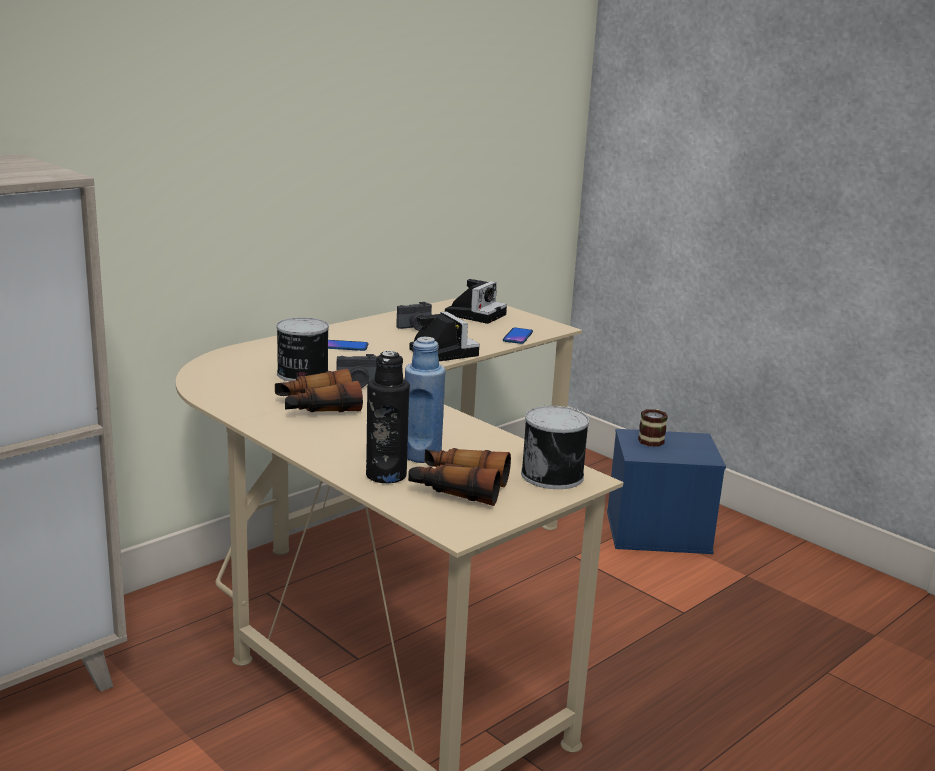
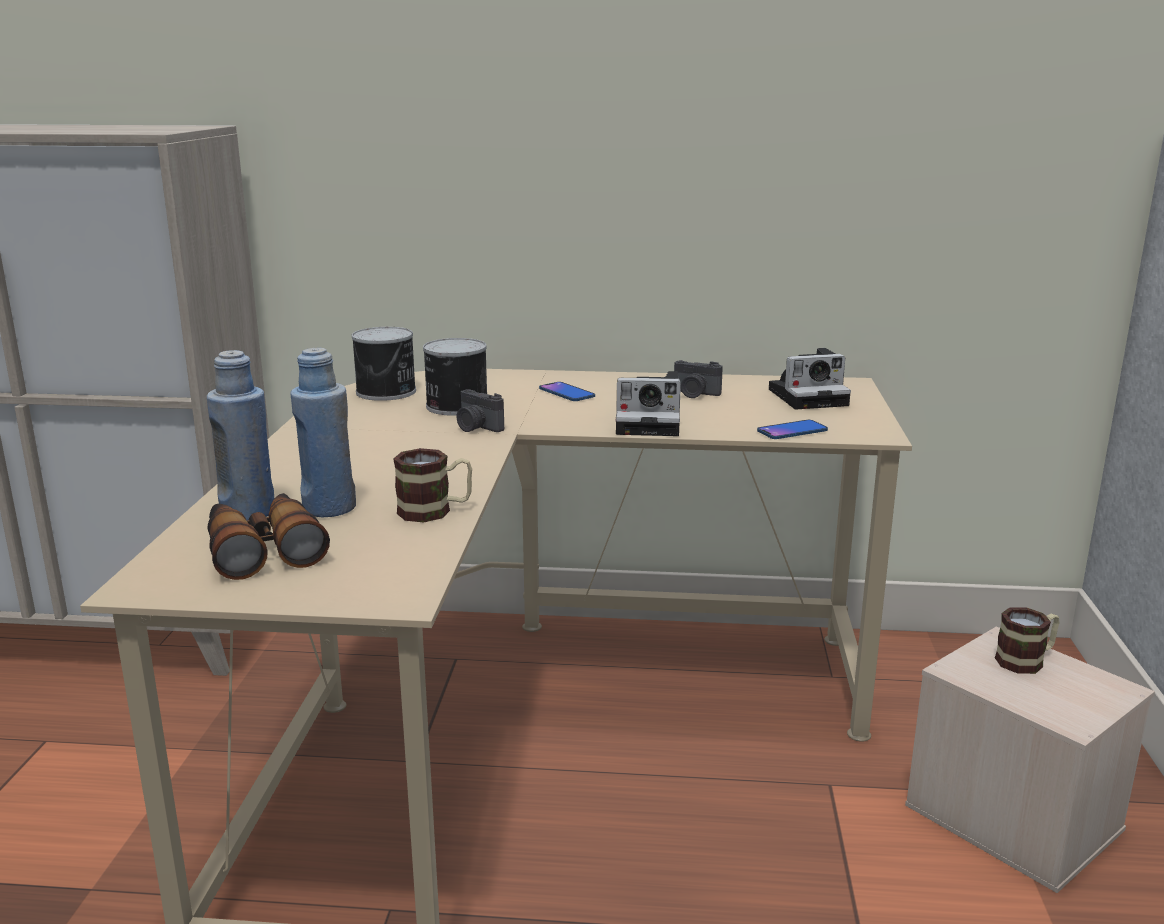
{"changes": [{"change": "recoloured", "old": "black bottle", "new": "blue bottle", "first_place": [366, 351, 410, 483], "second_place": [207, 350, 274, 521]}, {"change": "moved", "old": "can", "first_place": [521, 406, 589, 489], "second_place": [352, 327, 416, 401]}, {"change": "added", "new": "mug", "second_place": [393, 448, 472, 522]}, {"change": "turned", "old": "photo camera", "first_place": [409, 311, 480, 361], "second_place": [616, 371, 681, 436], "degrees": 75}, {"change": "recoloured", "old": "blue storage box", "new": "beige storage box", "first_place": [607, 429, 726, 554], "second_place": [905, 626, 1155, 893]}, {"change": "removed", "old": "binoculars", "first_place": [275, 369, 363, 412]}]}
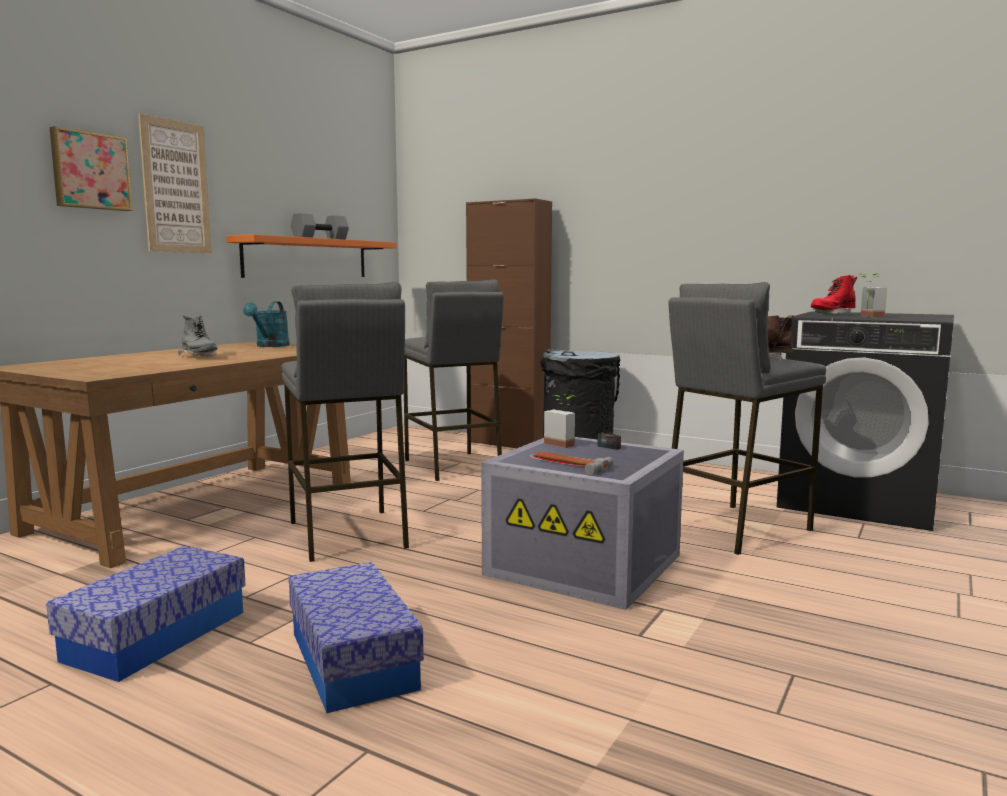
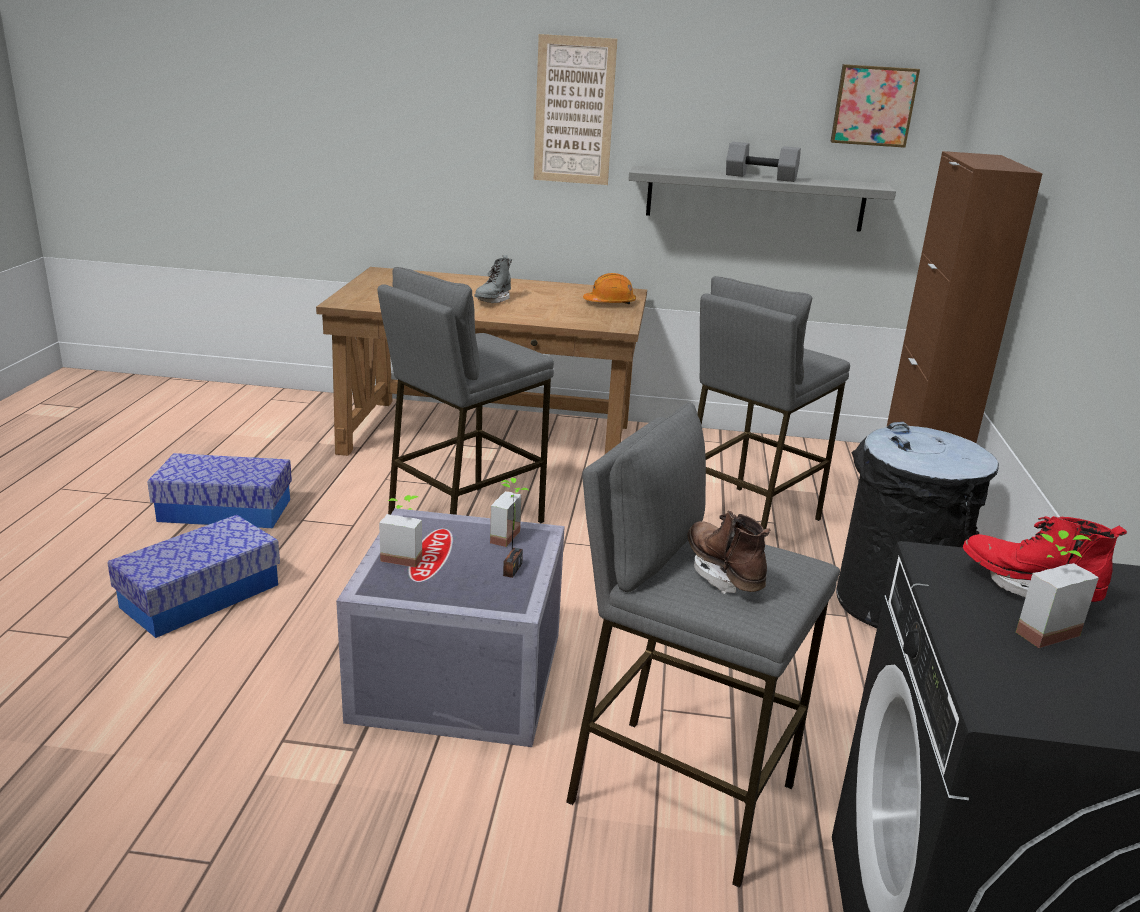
{"changes": [{"change": "replaced", "old": "hammer", "new": "potted plant", "first_place": [535, 451, 613, 476], "second_place": [379, 495, 422, 568]}, {"change": "replaced", "old": "turquoise watering can", "new": "orange hard hat", "first_place": [243, 301, 290, 347], "second_place": [583, 273, 636, 304]}, {"change": "recoloured", "old": "orange shelf", "new": "grey shelf", "first_place": [226, 234, 396, 278], "second_place": [628, 166, 896, 232]}, {"change": "moved", "old": "picture", "first_place": [50, 126, 132, 211], "second_place": [831, 64, 920, 148]}]}
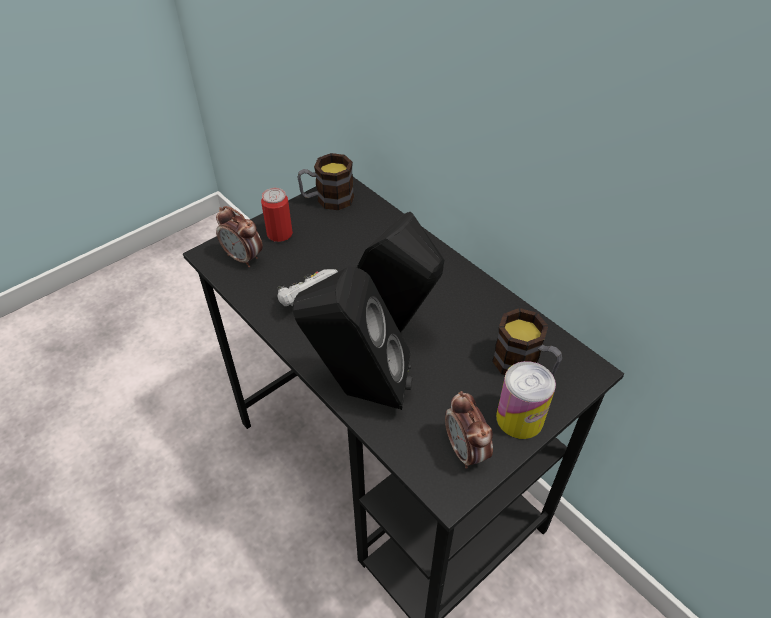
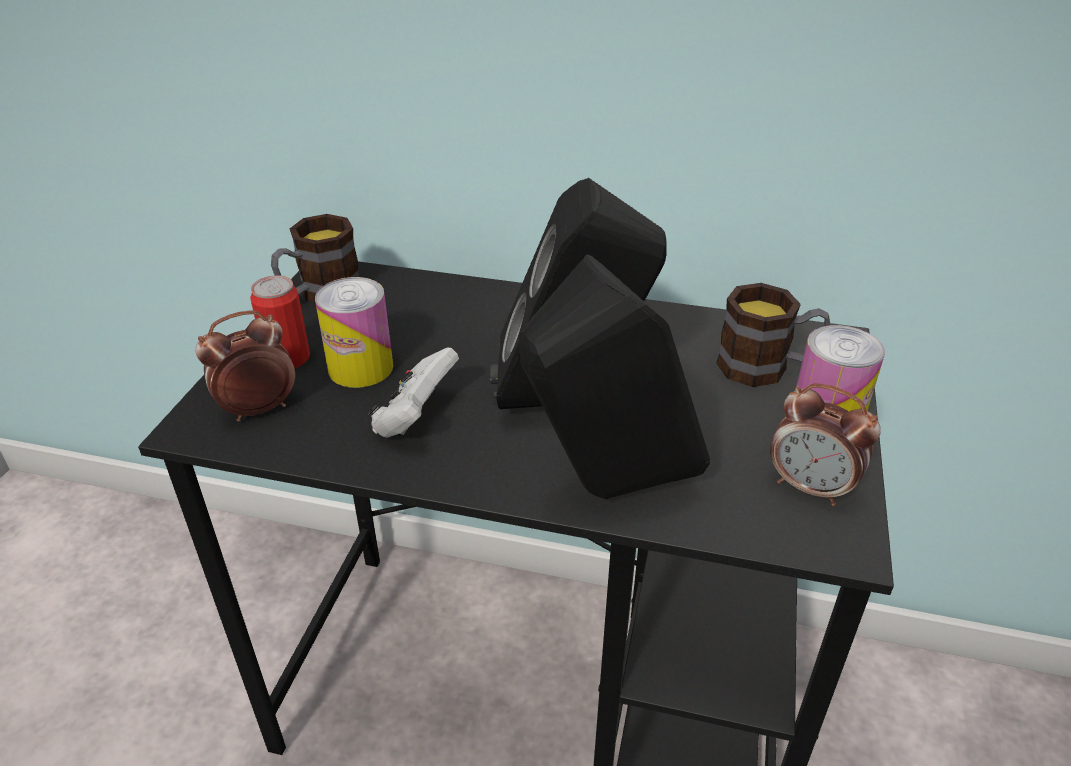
{"changes": [{"change": "turned", "old": "alarm clock", "first_place": [216, 206, 263, 267], "second_place": [195, 311, 295, 422], "degrees": 150}, {"change": "added", "new": "can", "second_place": [315, 277, 393, 388]}]}
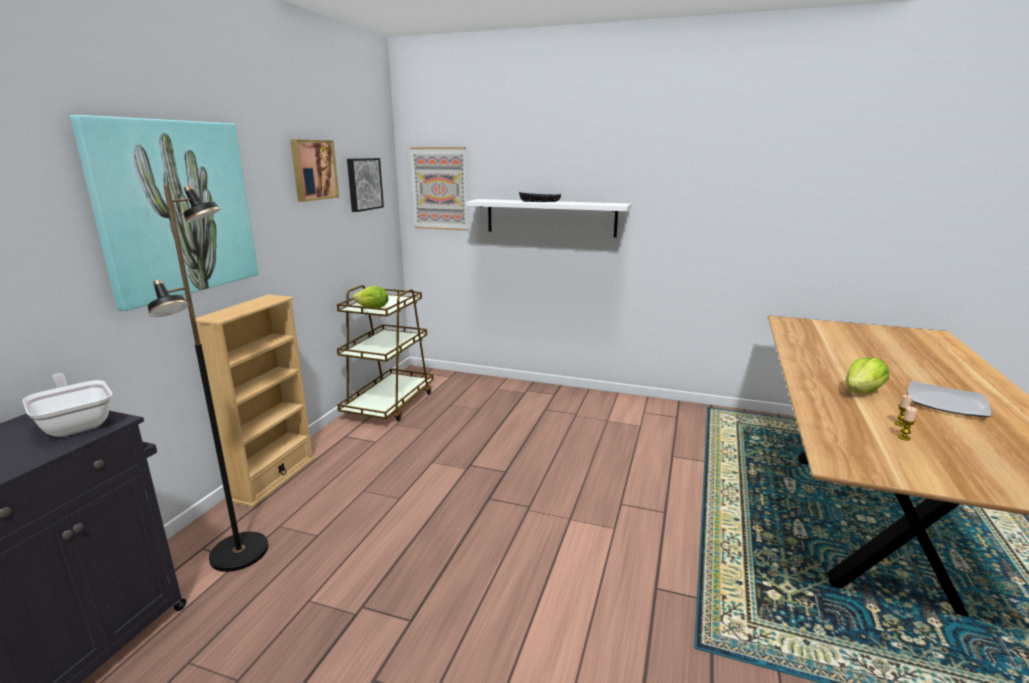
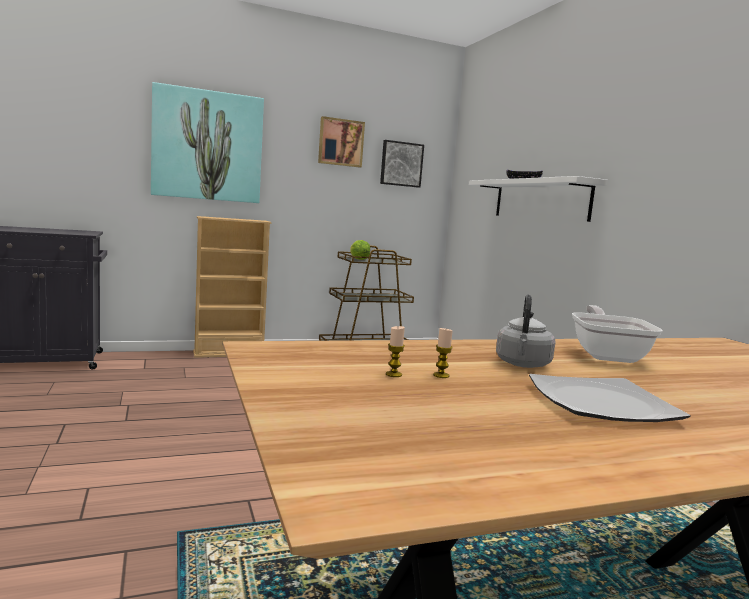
{"changes": [{"change": "replaced", "old": "lettuce", "new": "grey kettle", "first_place": [845, 357, 889, 394], "second_place": [496, 295, 555, 368]}, {"change": "moved", "old": "frying pan", "first_place": [23, 373, 112, 437], "second_place": [572, 305, 663, 363]}, {"change": "removed", "old": "black floor lamp", "first_place": [148, 185, 269, 572]}, {"change": "removed", "old": "picture", "first_place": [410, 147, 468, 231]}]}
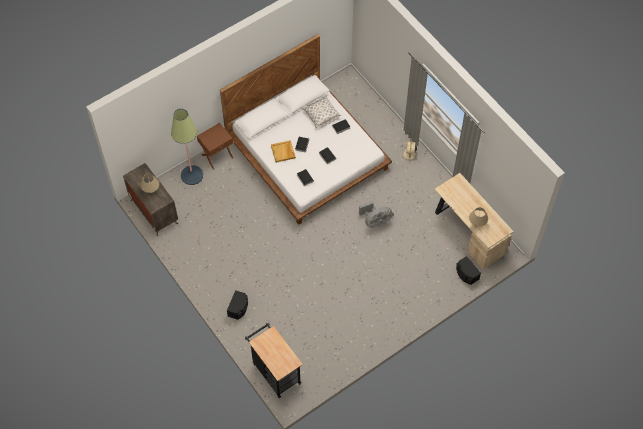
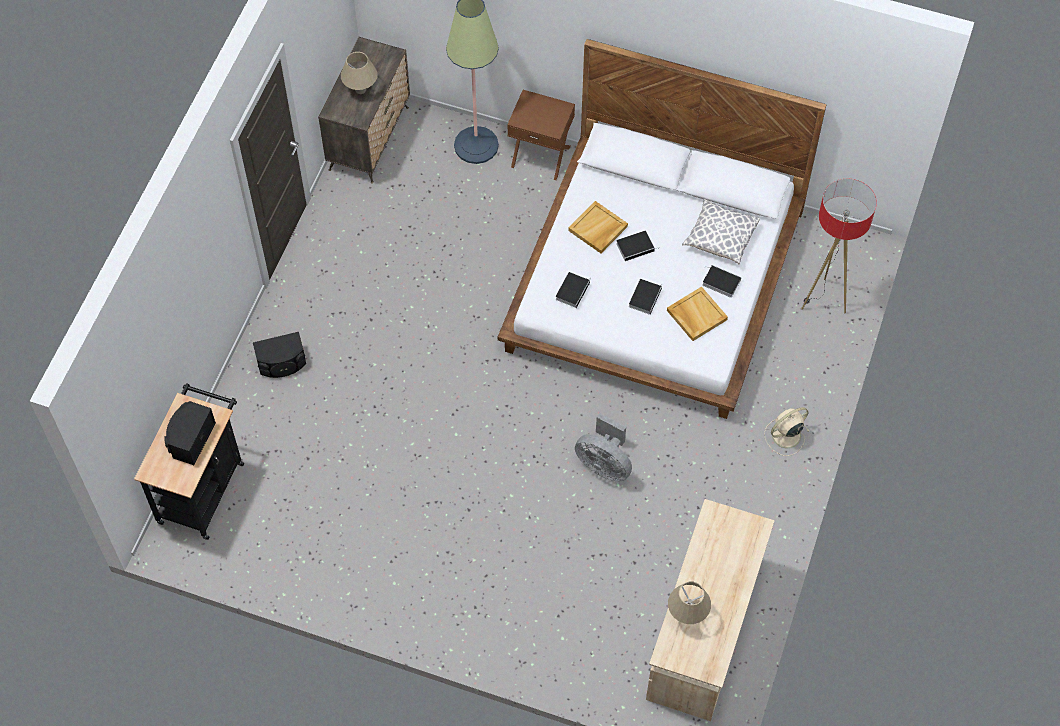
{"changes": [{"change": "moved", "old": "black speaker", "first_place": [456, 256, 481, 285], "second_place": [164, 401, 216, 465]}, {"change": "added", "new": "beige tray", "second_place": [667, 287, 728, 341]}, {"change": "added", "new": "floor lamp", "second_place": [801, 179, 877, 314]}]}
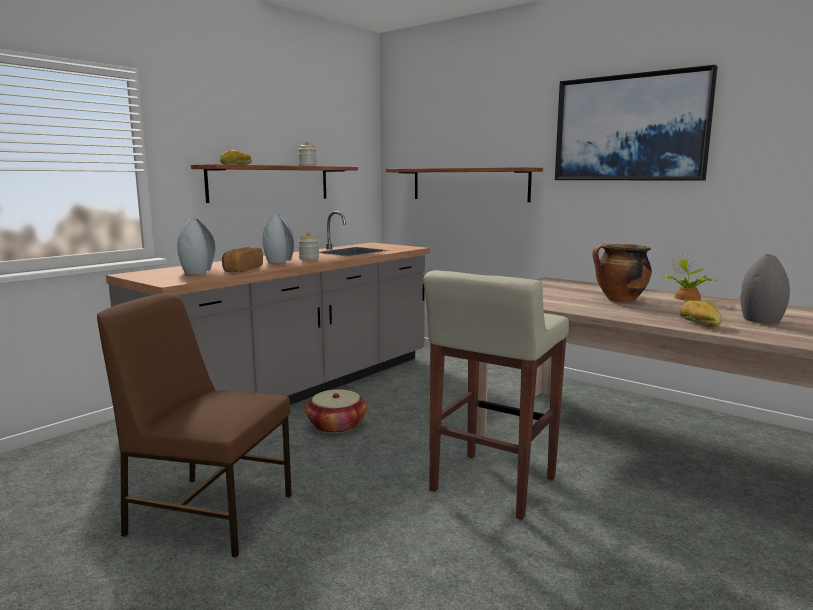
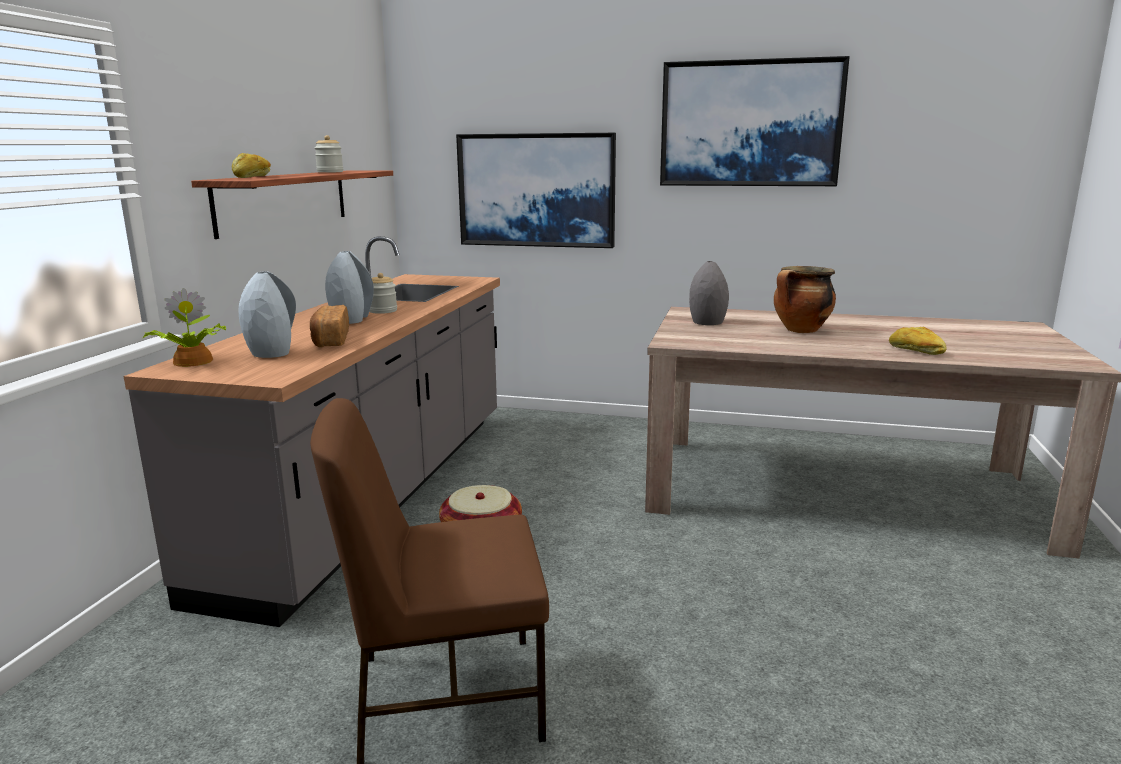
{"changes": [{"change": "moved", "old": "potted plant", "first_place": [664, 250, 716, 301], "second_place": [143, 288, 226, 367]}, {"change": "replaced", "old": "shelf", "new": "picture", "first_place": [386, 167, 543, 202], "second_place": [456, 133, 616, 248]}, {"change": "moved", "old": "grey vase", "first_place": [740, 254, 790, 324], "second_place": [689, 261, 729, 325]}, {"change": "removed", "old": "beige stool", "first_place": [423, 270, 569, 520]}]}
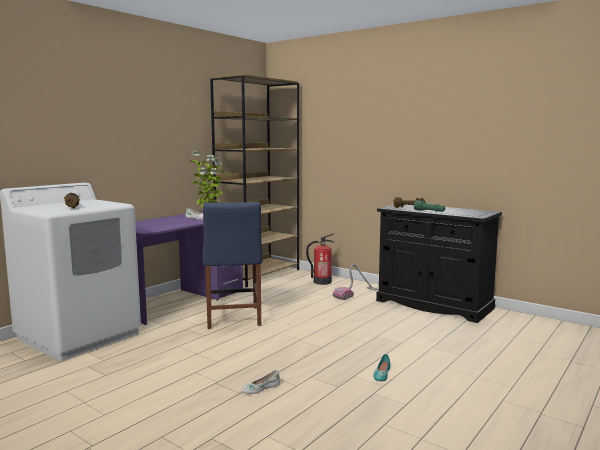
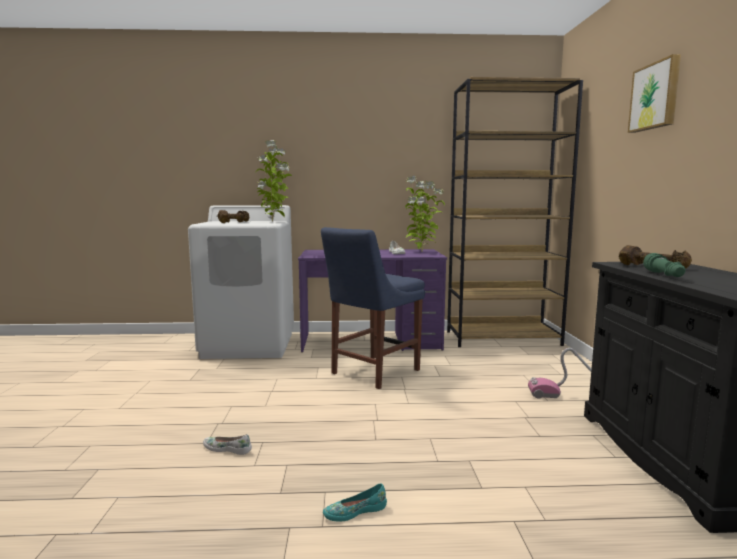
{"changes": [{"change": "added", "new": "potted plant", "second_place": [255, 140, 292, 222]}, {"change": "added", "new": "picture", "second_place": [628, 54, 681, 133]}, {"change": "removed", "old": "fire extinguisher", "first_place": [306, 234, 334, 285]}]}
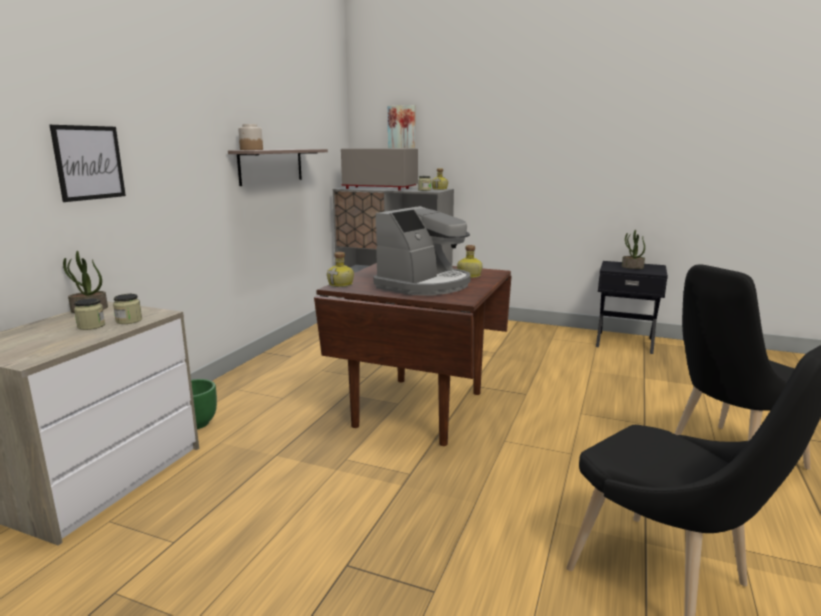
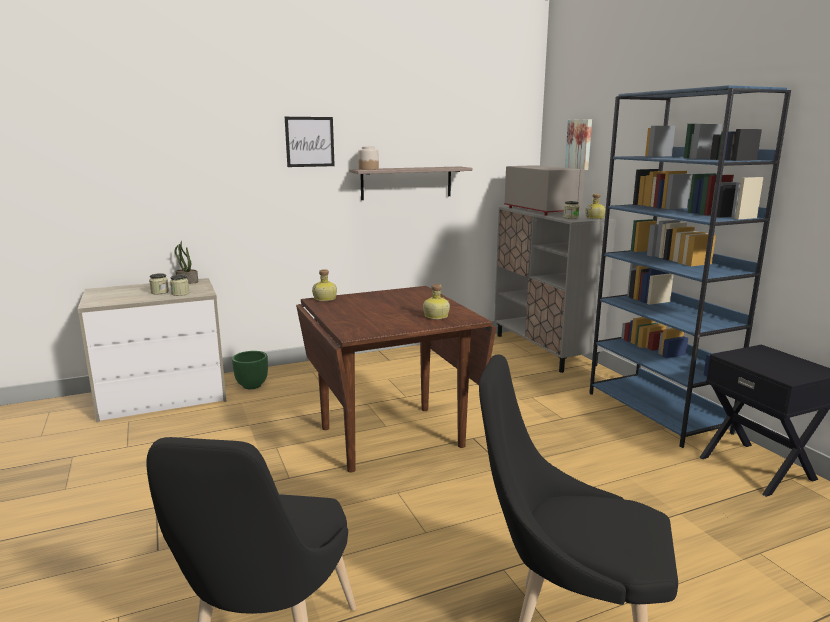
{"changes": [{"change": "moved", "old": "picture", "first_place": [50, 125, 126, 202], "second_place": [285, 117, 335, 167]}, {"change": "added", "new": "blue bookcase", "second_place": [589, 85, 791, 448]}, {"change": "removed", "old": "coffee machine", "first_place": [373, 206, 471, 296]}, {"change": "removed", "old": "potted plant", "first_place": [622, 229, 645, 269]}]}
